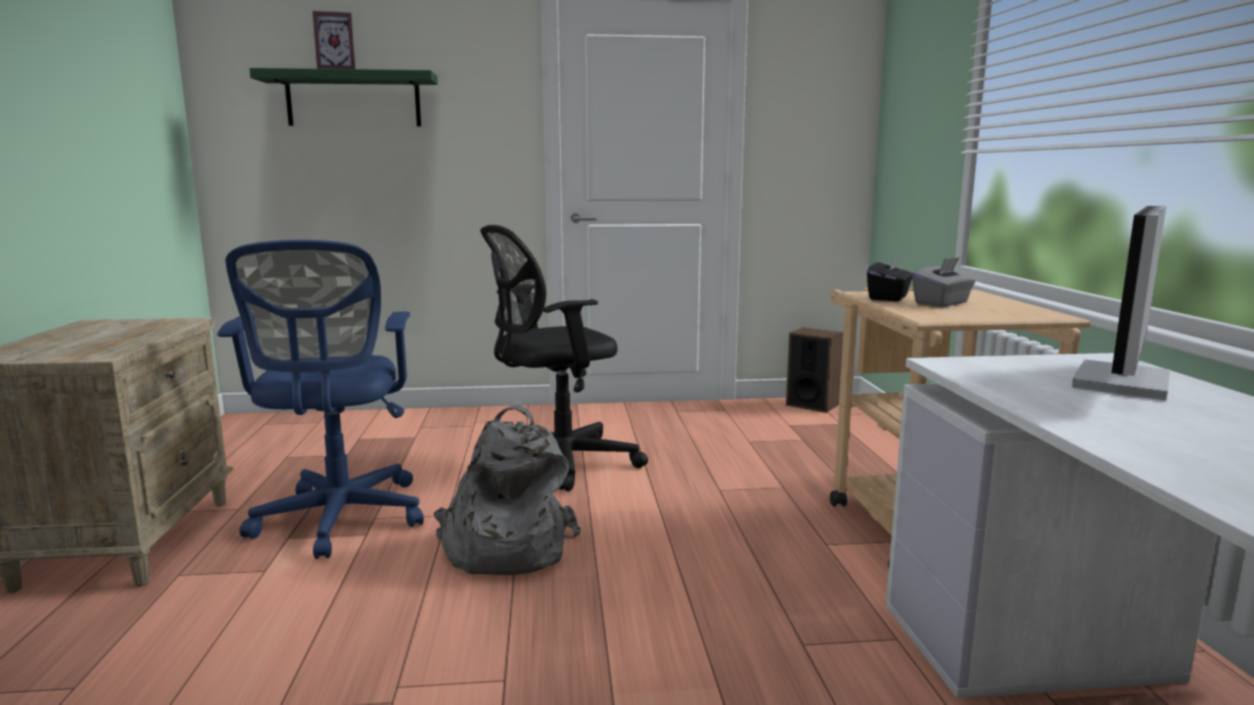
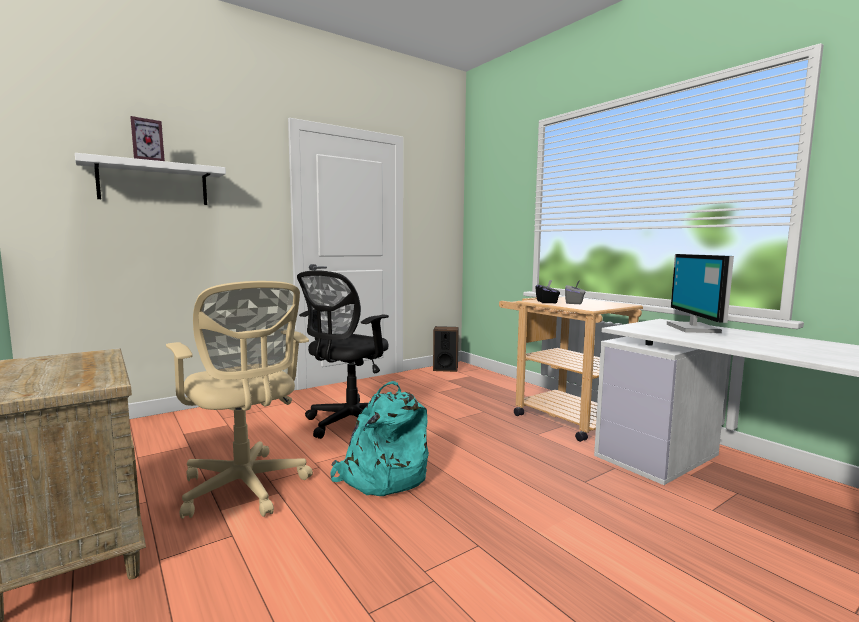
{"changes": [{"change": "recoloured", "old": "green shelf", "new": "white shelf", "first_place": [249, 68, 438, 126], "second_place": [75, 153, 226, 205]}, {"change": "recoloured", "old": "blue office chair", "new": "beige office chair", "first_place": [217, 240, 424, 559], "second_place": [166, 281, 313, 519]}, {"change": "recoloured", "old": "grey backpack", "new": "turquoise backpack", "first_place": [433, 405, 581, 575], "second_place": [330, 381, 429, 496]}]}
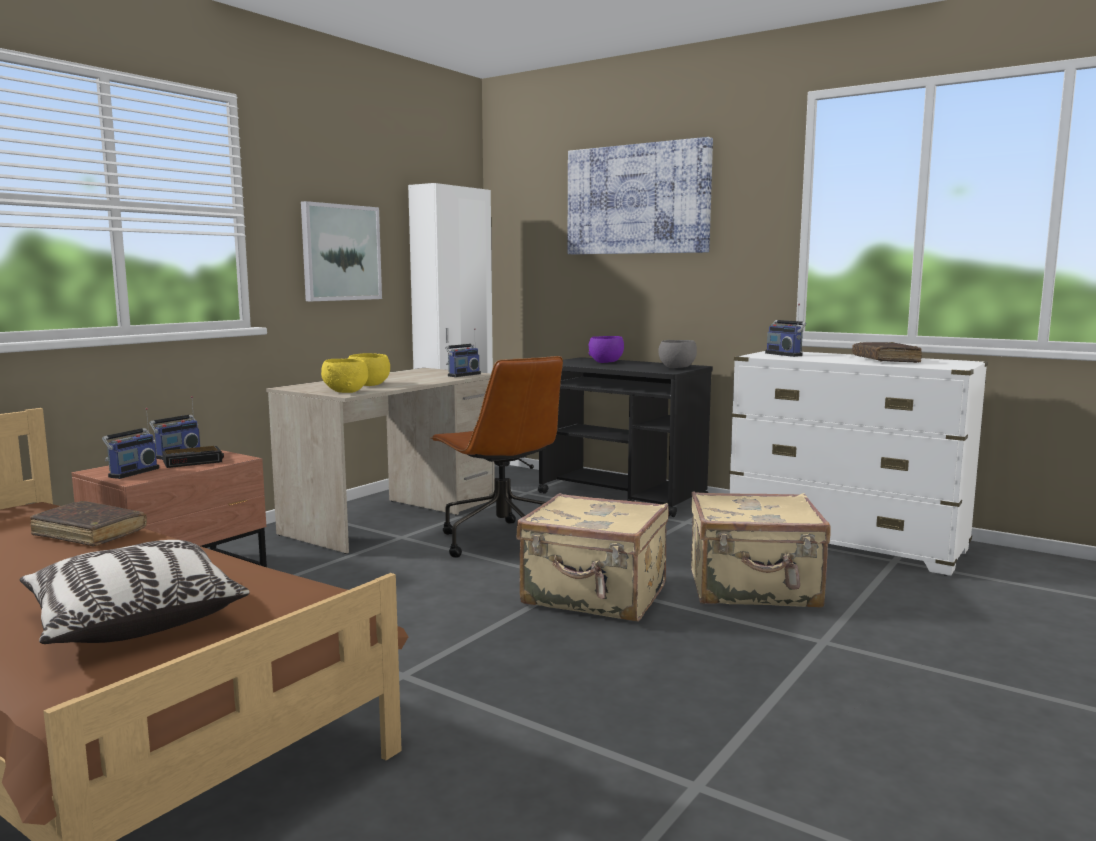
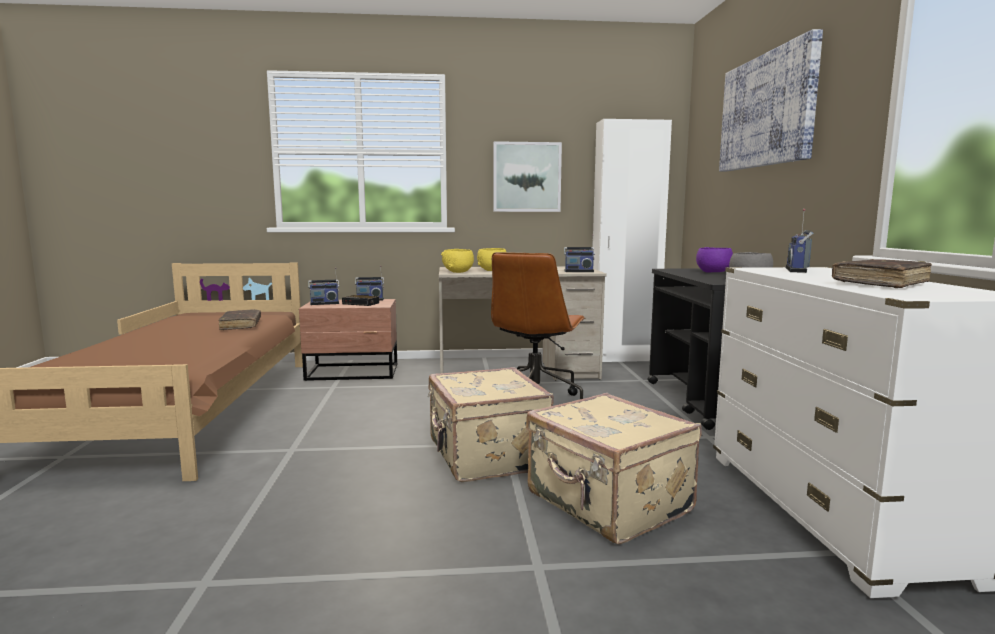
{"changes": [{"change": "removed", "old": "pillow", "first_place": [20, 540, 250, 644]}]}
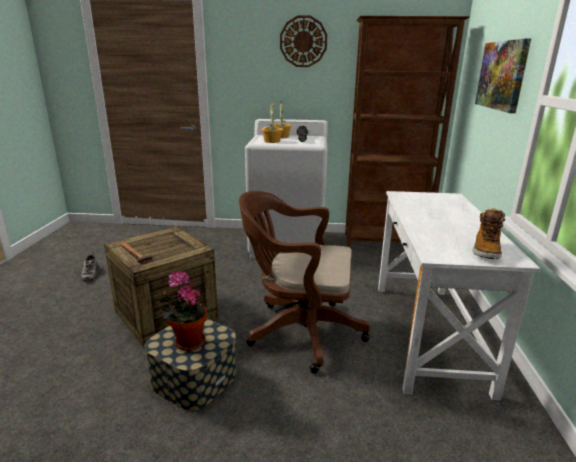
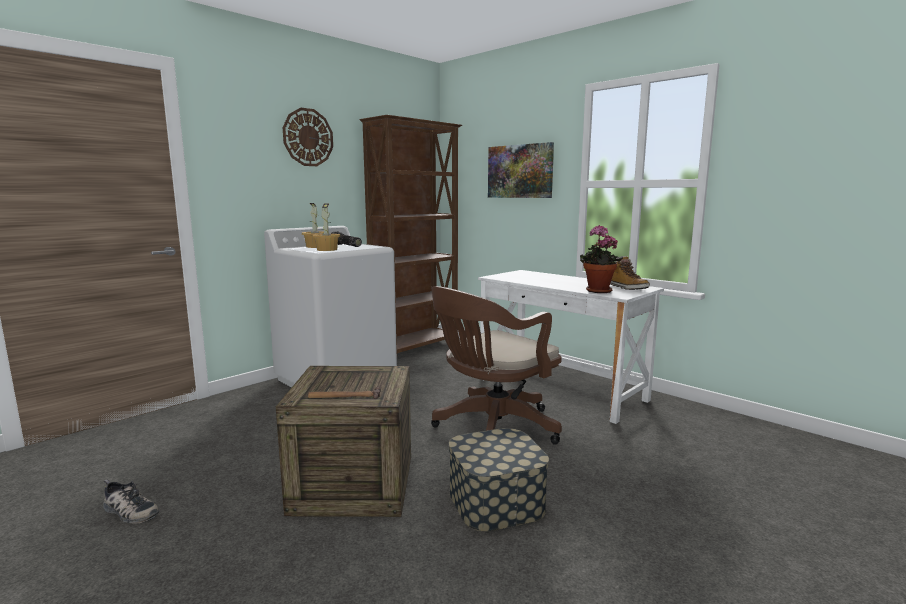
{"changes": [{"change": "moved", "old": "potted plant", "first_place": [160, 271, 207, 351], "second_place": [580, 225, 623, 293]}]}
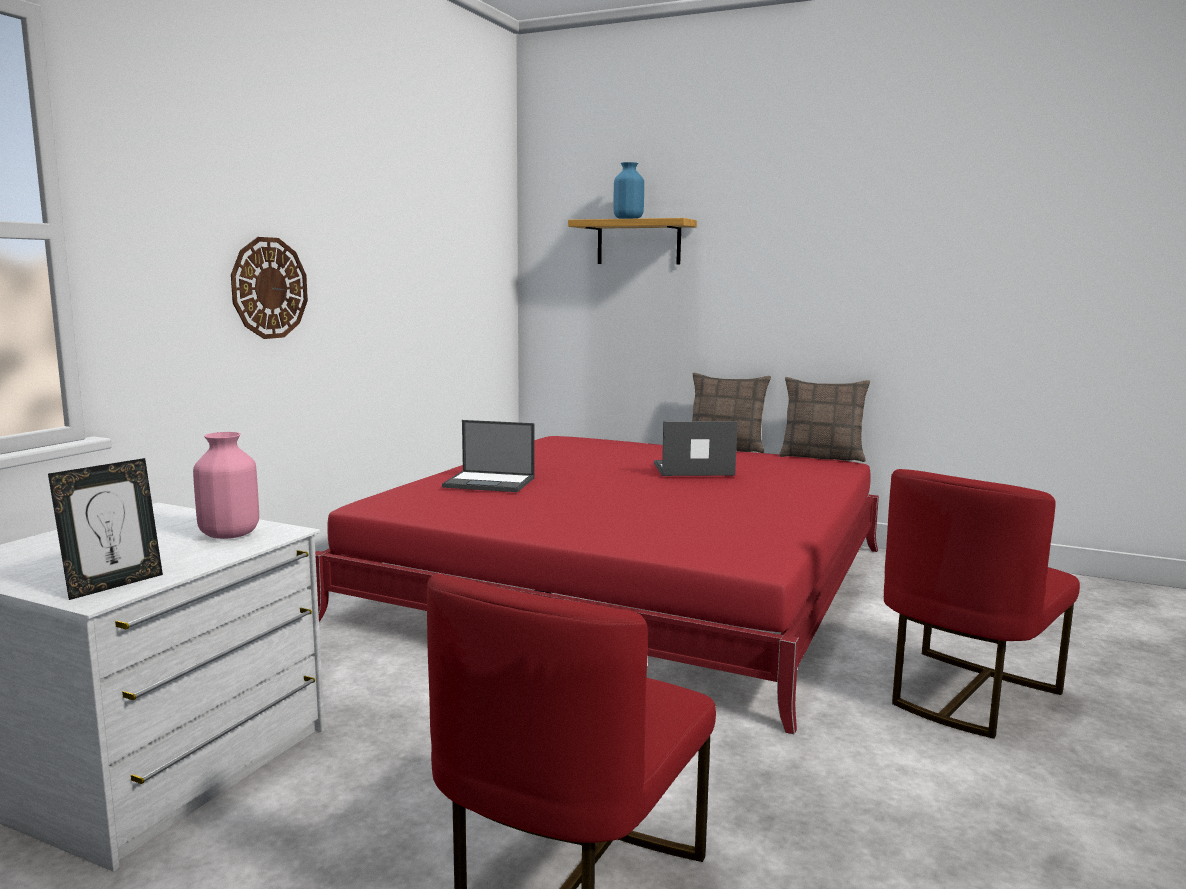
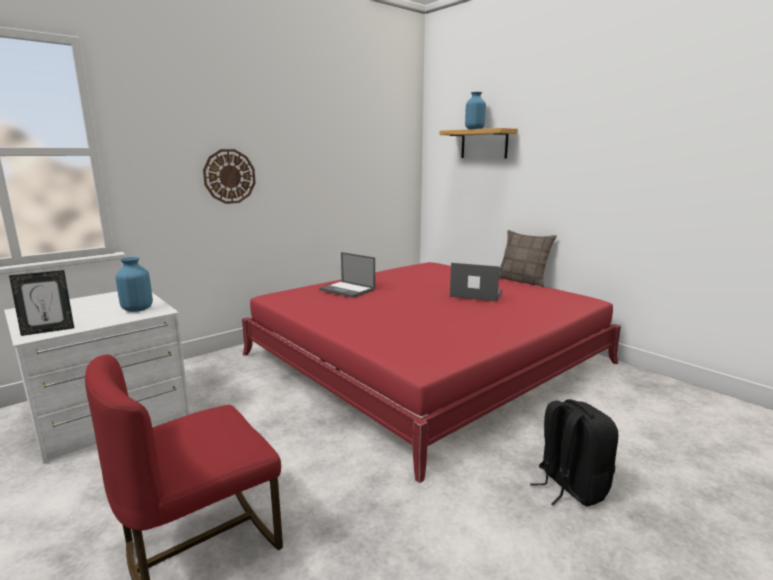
{"changes": [{"change": "recoloured", "old": "pink vase", "new": "blue vase", "first_place": [193, 432, 259, 539], "second_place": [116, 257, 153, 312]}, {"change": "replaced", "old": "red chair", "new": "black backpack", "first_place": [884, 469, 1080, 739], "second_place": [530, 399, 618, 506]}, {"change": "removed", "old": "pillow", "first_place": [779, 377, 870, 462]}]}
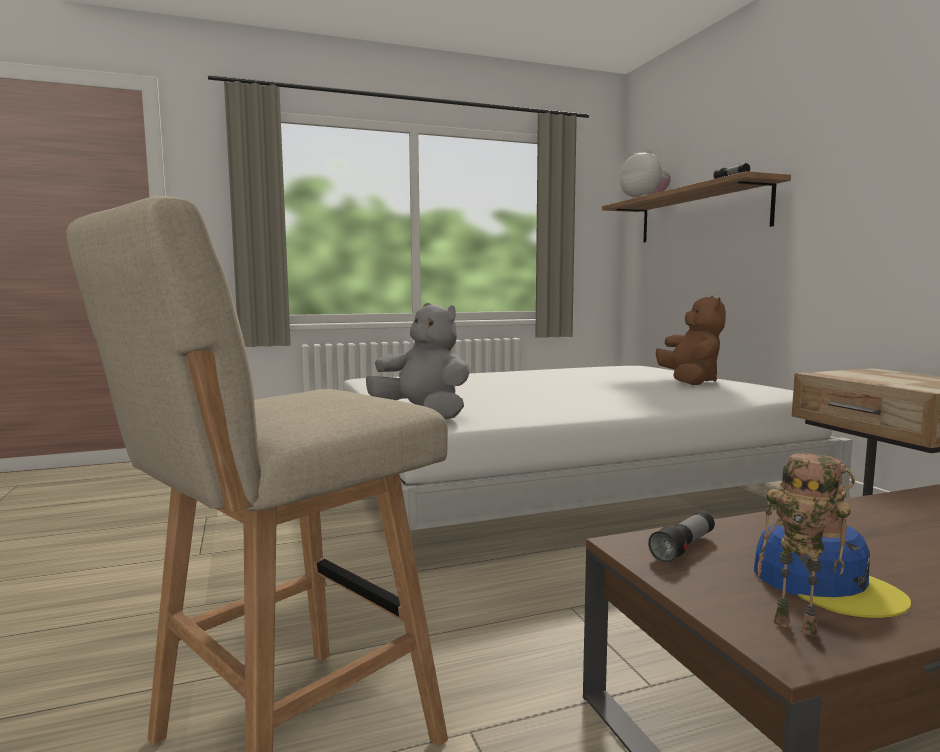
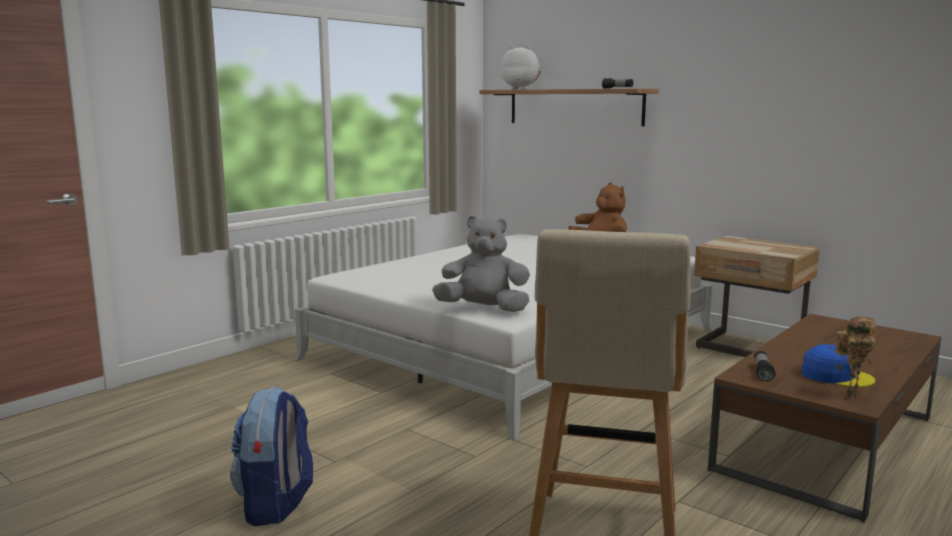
{"changes": [{"change": "added", "new": "backpack", "second_place": [230, 386, 313, 526]}, {"change": "turned", "old": "toy robot", "first_place": [757, 453, 855, 637], "second_place": [835, 316, 876, 400], "degrees": -45}]}
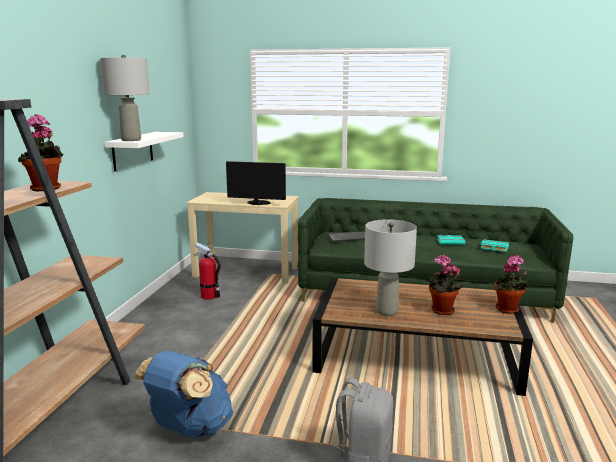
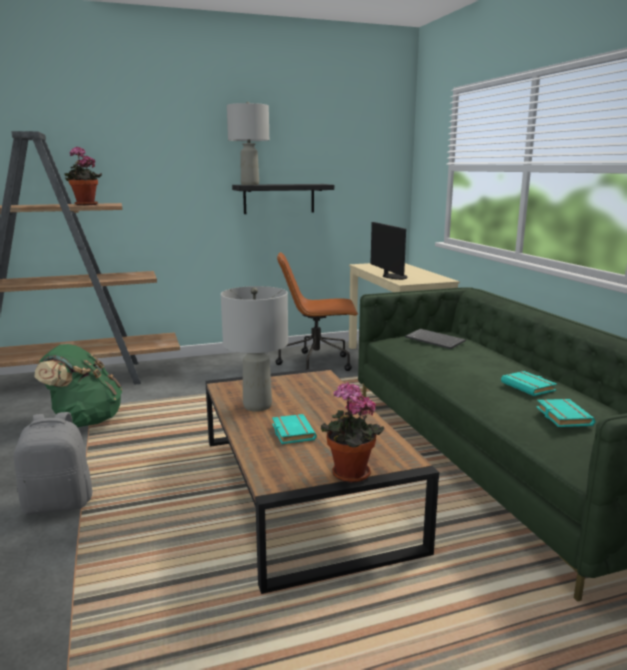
{"changes": [{"change": "recoloured", "old": "blue backpack", "new": "green backpack", "first_place": [132, 351, 233, 438], "second_place": [35, 344, 122, 427]}, {"change": "recoloured", "old": "white shelf", "new": "black shelf", "first_place": [105, 132, 184, 172], "second_place": [232, 184, 334, 214]}, {"change": "replaced", "old": "potted plant", "new": "turquoise book", "first_place": [426, 255, 464, 315], "second_place": [272, 414, 317, 444]}, {"change": "replaced", "old": "fire extinguisher", "new": "brown office chair", "first_place": [194, 242, 221, 300], "second_place": [276, 252, 358, 371]}]}
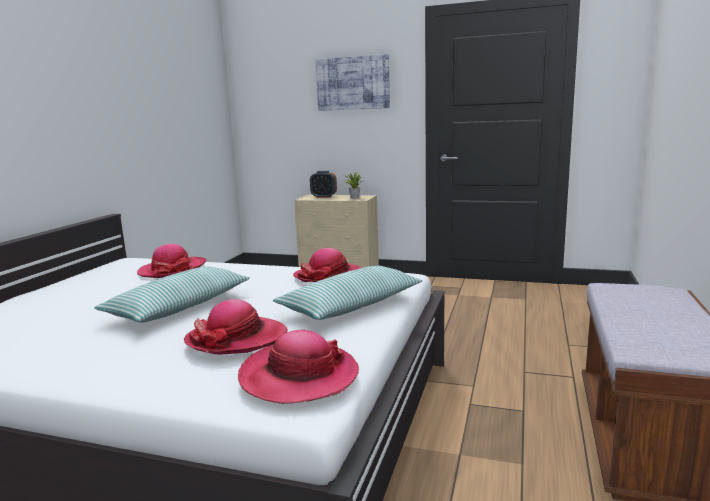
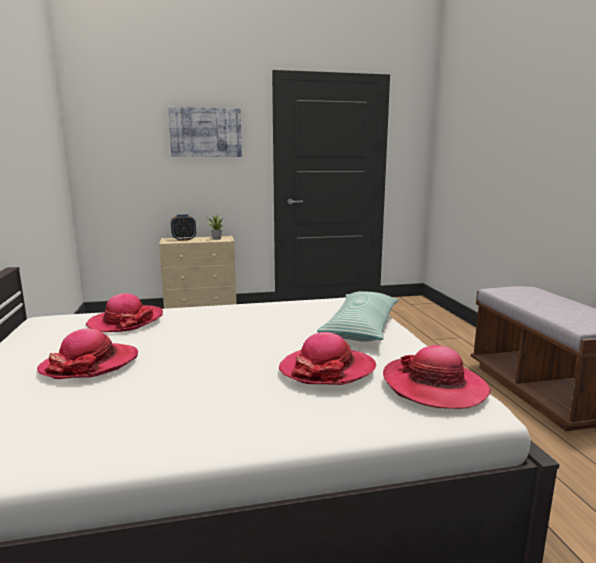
{"changes": [{"change": "moved", "old": "hat", "first_place": [293, 248, 363, 282], "second_place": [37, 328, 138, 379]}, {"change": "removed", "old": "pillow", "first_place": [94, 267, 250, 323]}]}
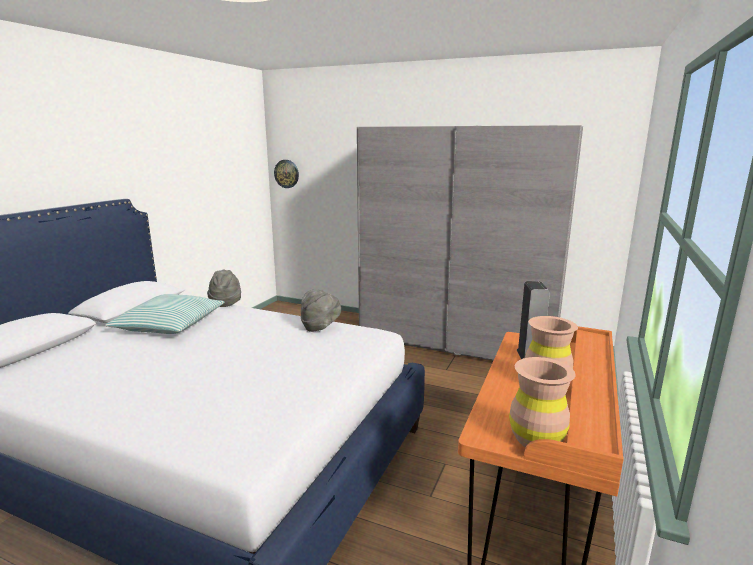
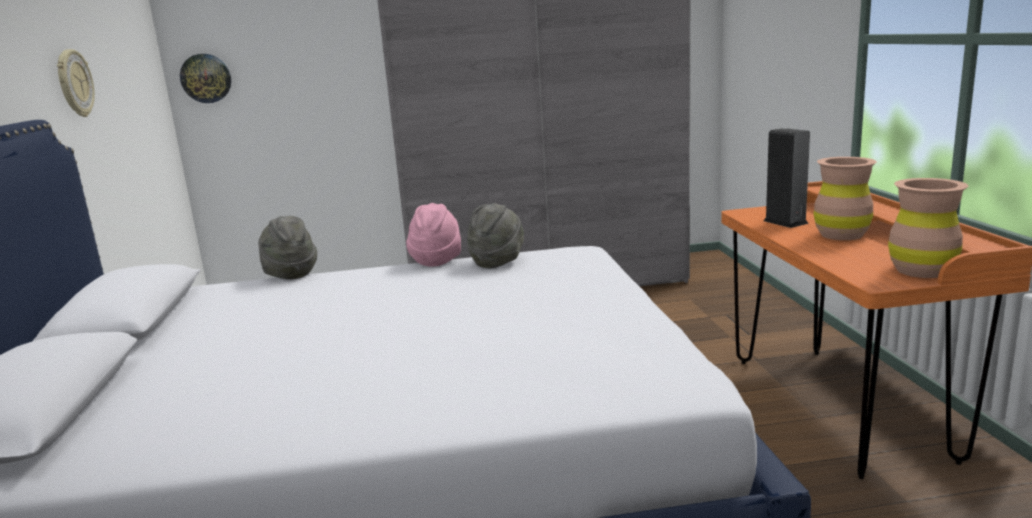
{"changes": [{"change": "added", "new": "wall clock", "second_place": [57, 49, 95, 117]}, {"change": "added", "new": "pink hat", "second_place": [406, 203, 461, 267]}, {"change": "removed", "old": "pillow", "first_place": [105, 294, 225, 334]}]}
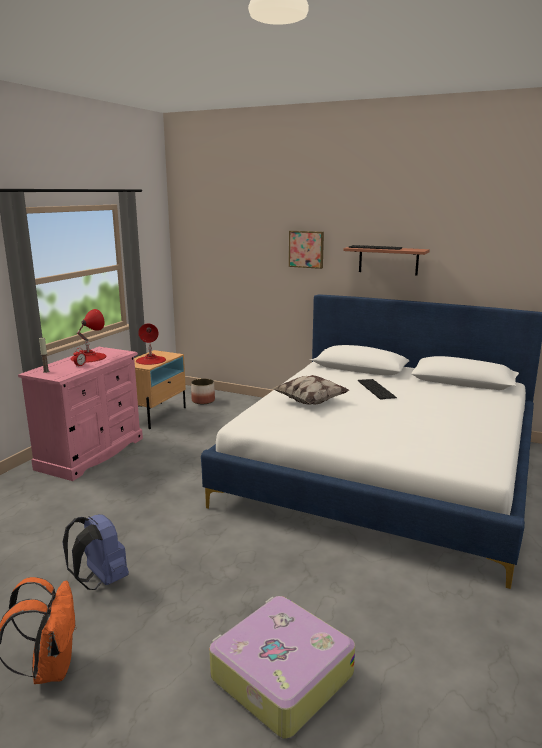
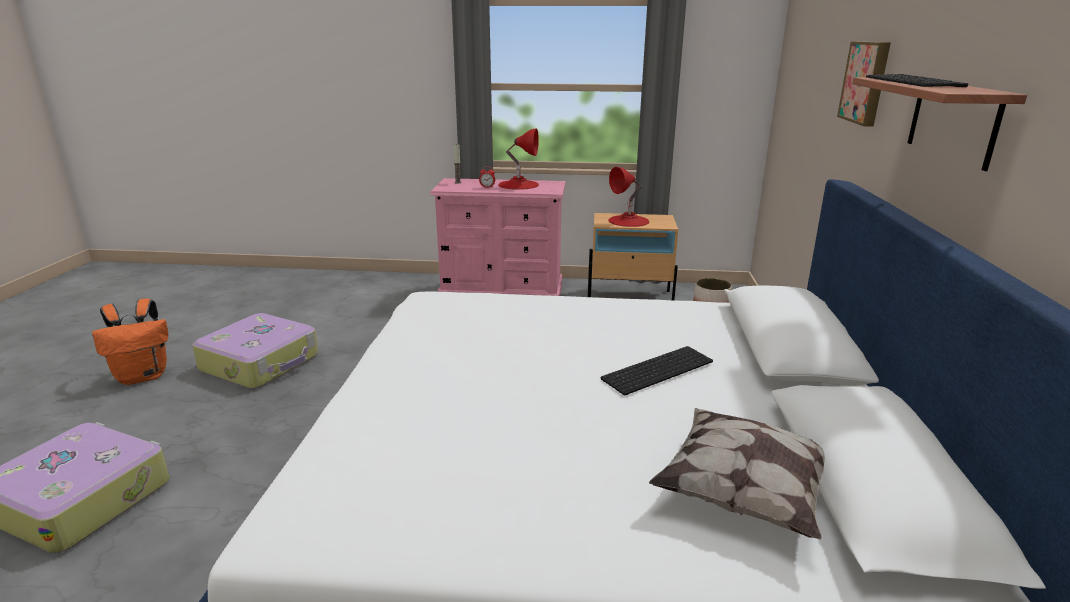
{"changes": [{"change": "replaced", "old": "blue backpack", "new": "suitcase", "first_place": [63, 514, 129, 590], "second_place": [192, 313, 318, 389]}, {"change": "moved", "old": "pillow", "first_place": [271, 375, 350, 405], "second_place": [649, 408, 825, 540]}]}
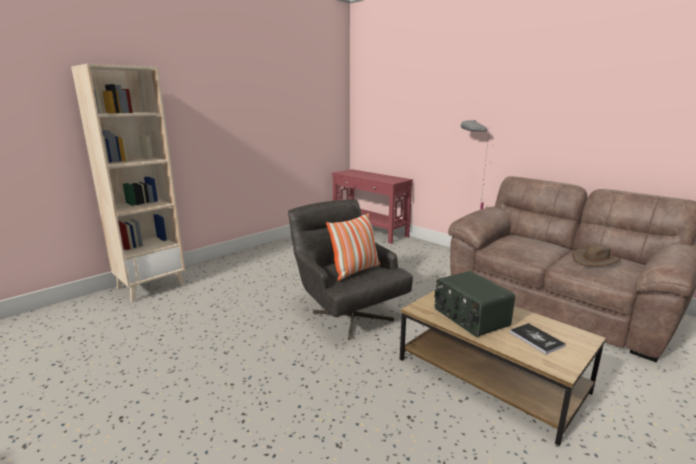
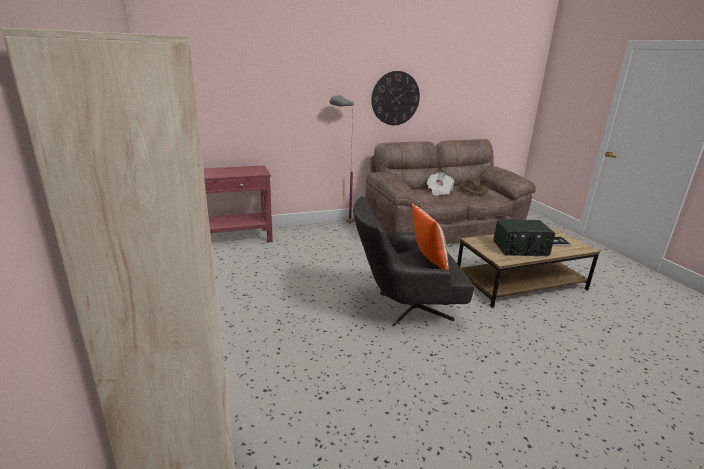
{"changes": [{"change": "added", "new": "wall clock", "second_place": [371, 71, 420, 125]}, {"change": "added", "new": "newspaper", "second_place": [426, 172, 454, 196]}]}
